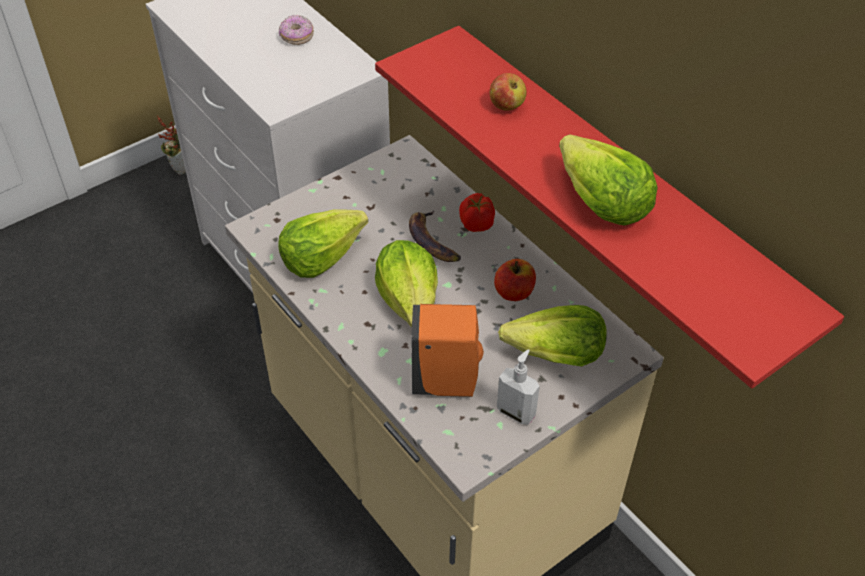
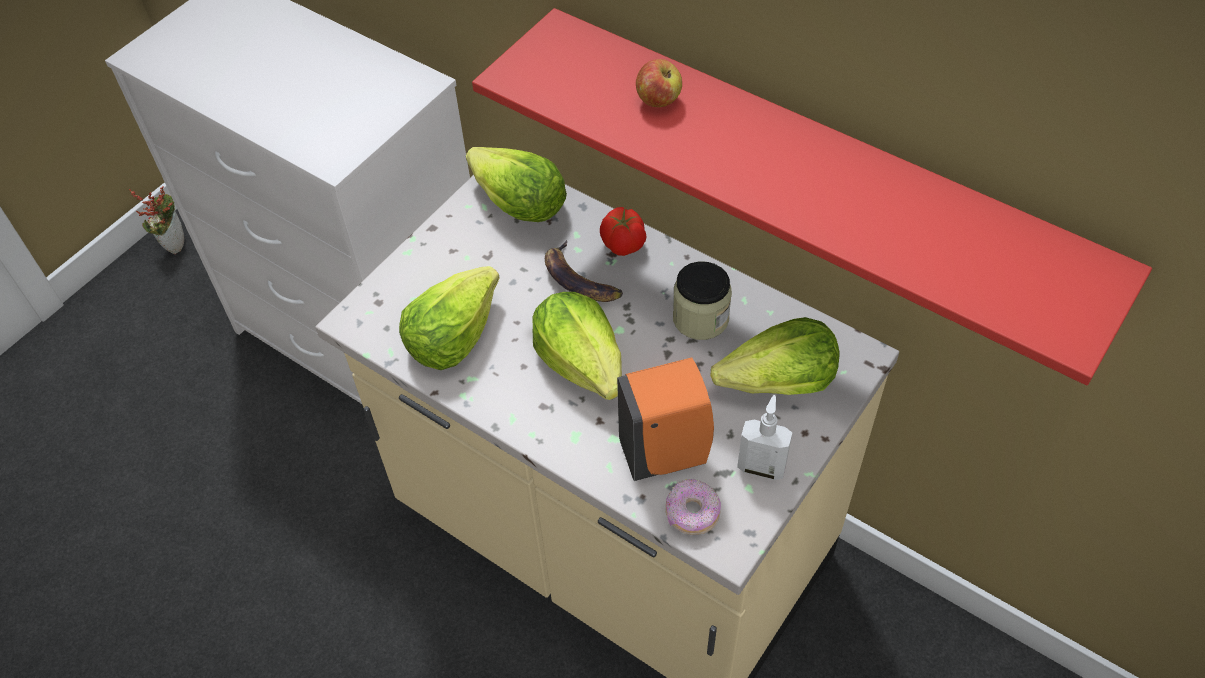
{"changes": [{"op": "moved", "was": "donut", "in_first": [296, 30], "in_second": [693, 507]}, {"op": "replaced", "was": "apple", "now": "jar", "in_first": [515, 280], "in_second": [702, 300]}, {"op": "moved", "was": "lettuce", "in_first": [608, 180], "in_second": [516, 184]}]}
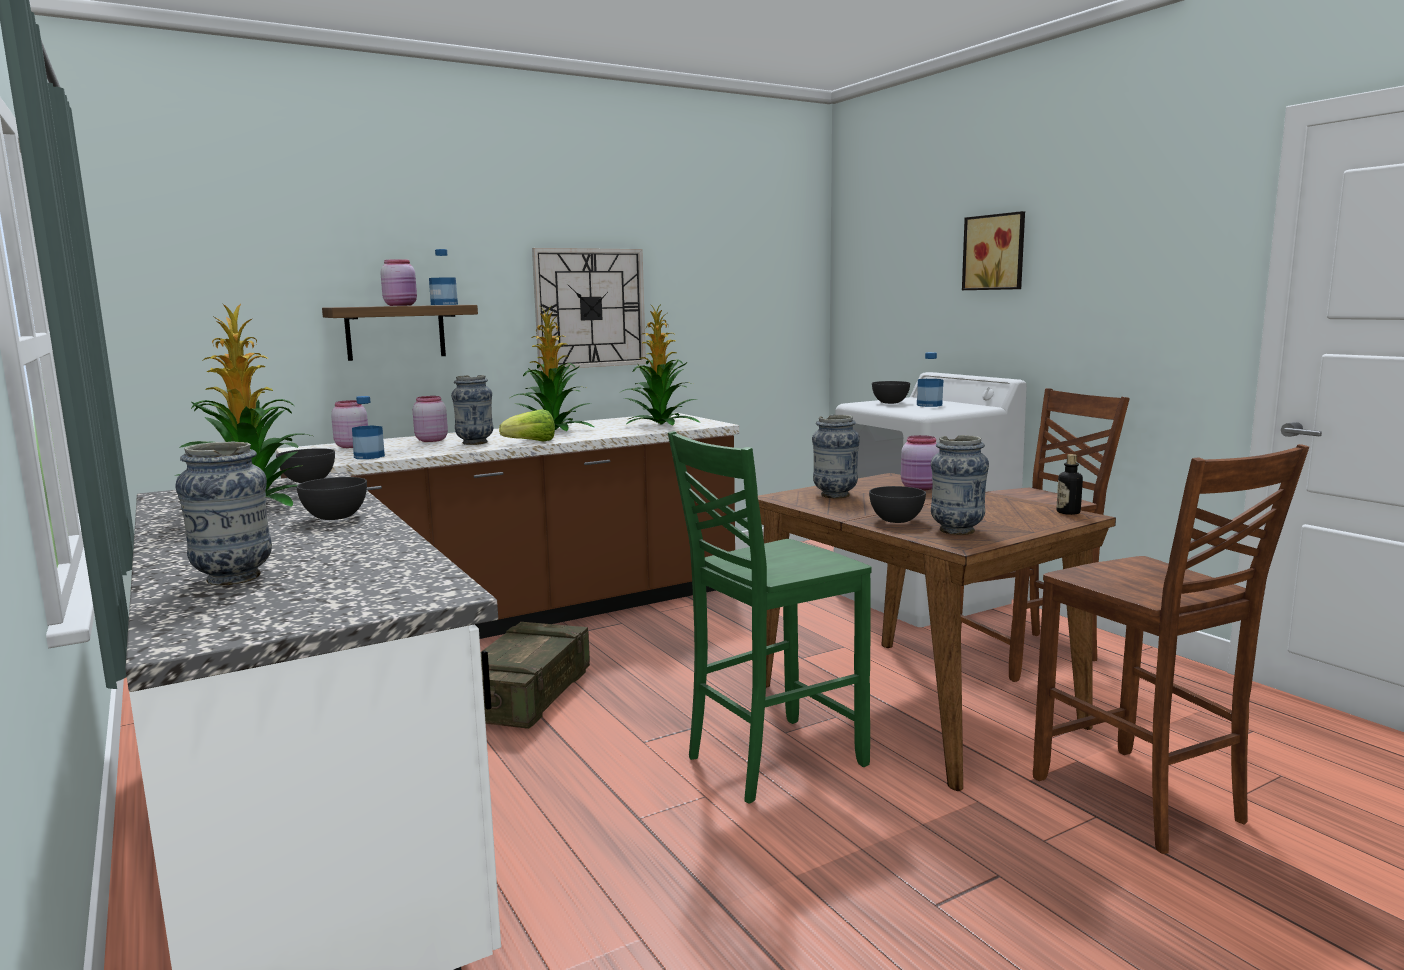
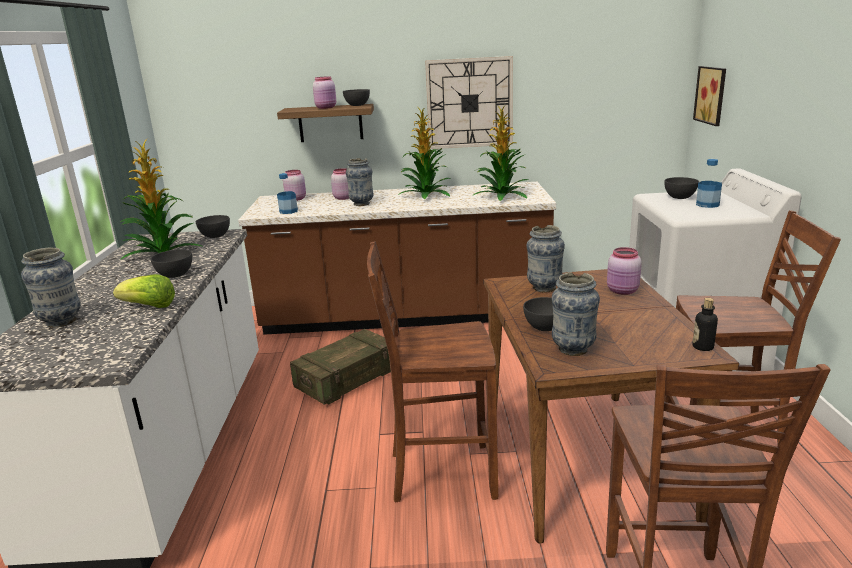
{"changes": [{"op": "replaced", "was": "bottle", "now": "grey bowl", "in_first": [443, 277], "in_second": [356, 97]}, {"op": "moved", "was": "lettuce", "in_first": [527, 425], "in_second": [144, 291]}, {"op": "recoloured", "was": "green chair", "now": "brown chair", "in_first": [770, 617], "in_second": [432, 372]}, {"op": "moved", "was": "picture", "in_first": [993, 250], "in_second": [709, 96]}]}
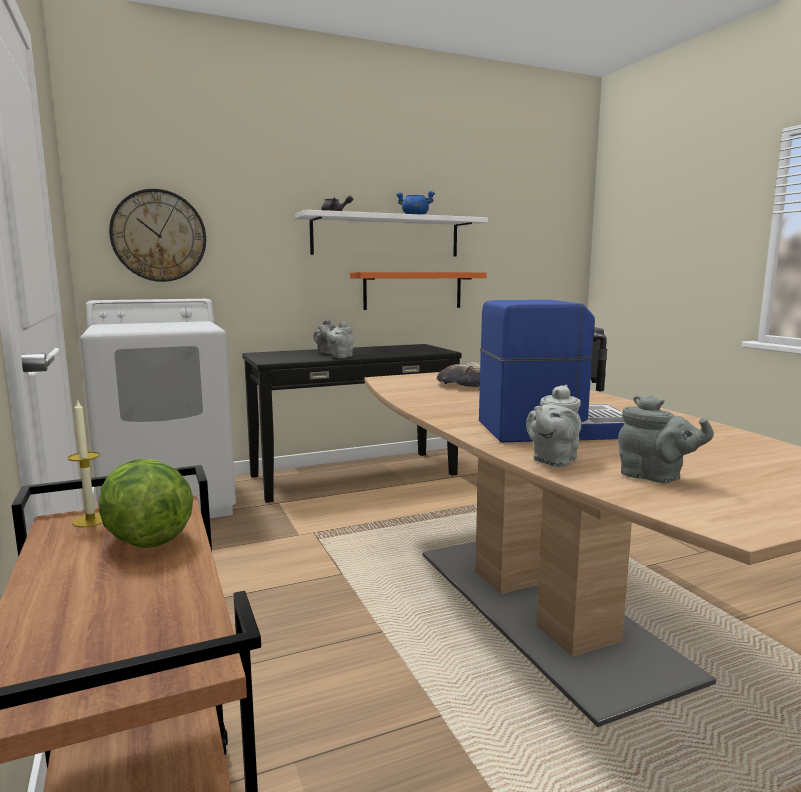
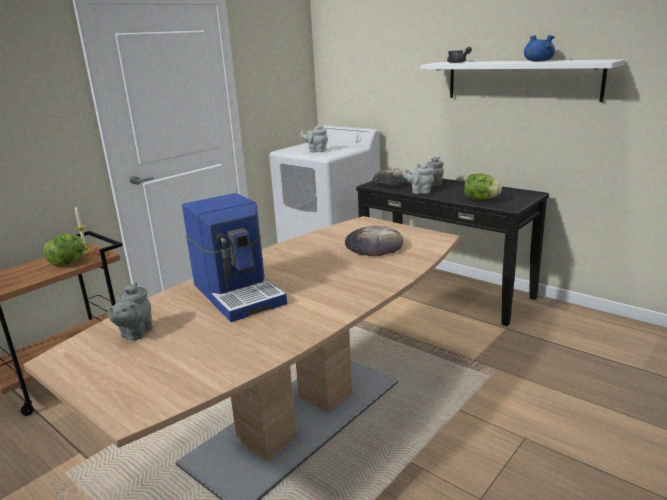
{"changes": [{"op": "removed", "was": "wall clock", "in_first": [157, 235]}, {"op": "removed", "was": "orange shelf", "in_first": [418, 291]}, {"op": "moved", "was": "grey teapot", "in_first": [553, 426], "in_second": [314, 138]}, {"op": "added", "now": "bread", "in_second": [392, 177]}, {"op": "added", "now": "lettuce", "in_second": [483, 187]}]}
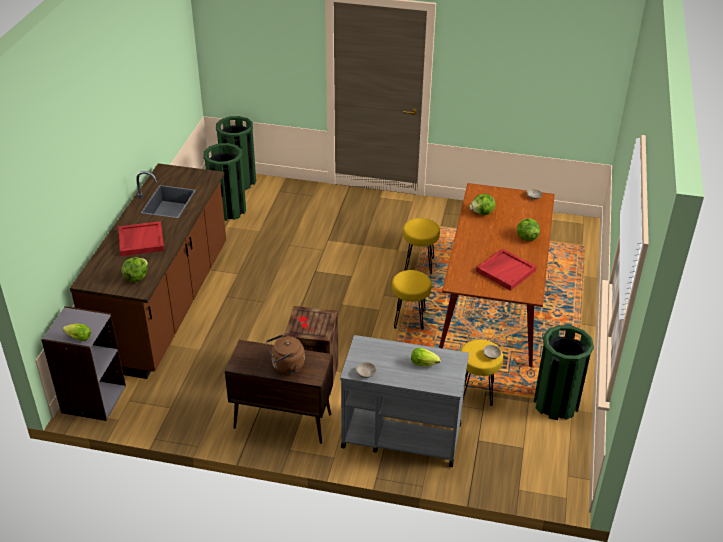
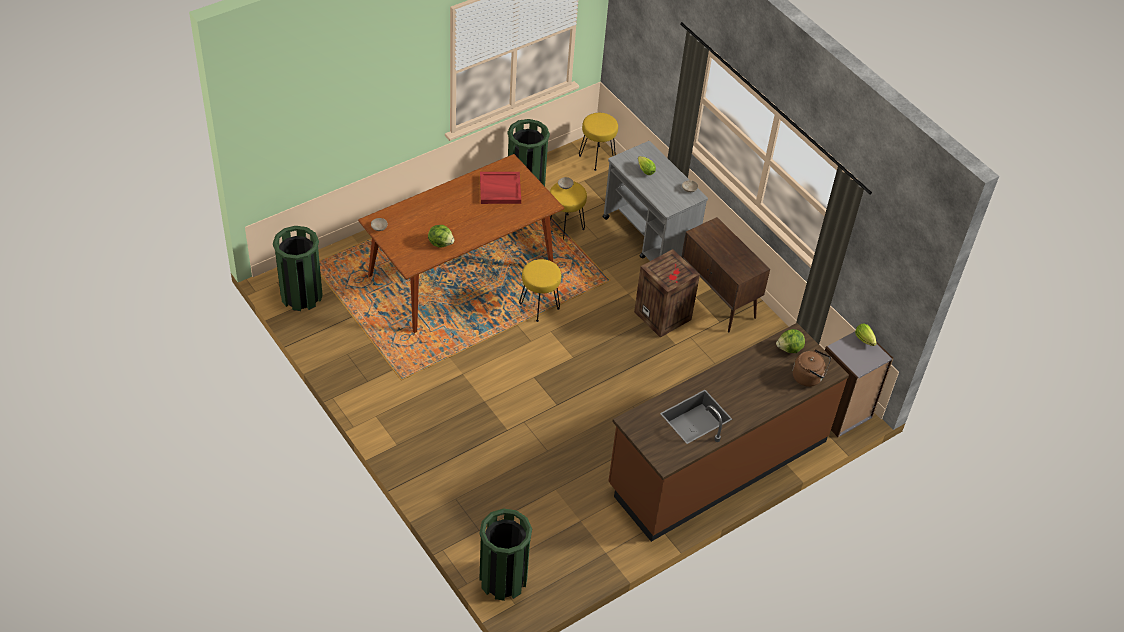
{"changes": [{"op": "removed", "was": "red tray", "in_first": [141, 238]}, {"op": "moved", "was": "green trash can", "in_first": [225, 182], "in_second": [298, 268]}, {"op": "moved", "was": "brown kettle", "in_first": [285, 354], "in_second": [812, 368]}, {"op": "moved", "was": "yellow stool", "in_first": [421, 246], "in_second": [598, 142]}, {"op": "removed", "was": "lettuce", "in_first": [528, 230]}]}
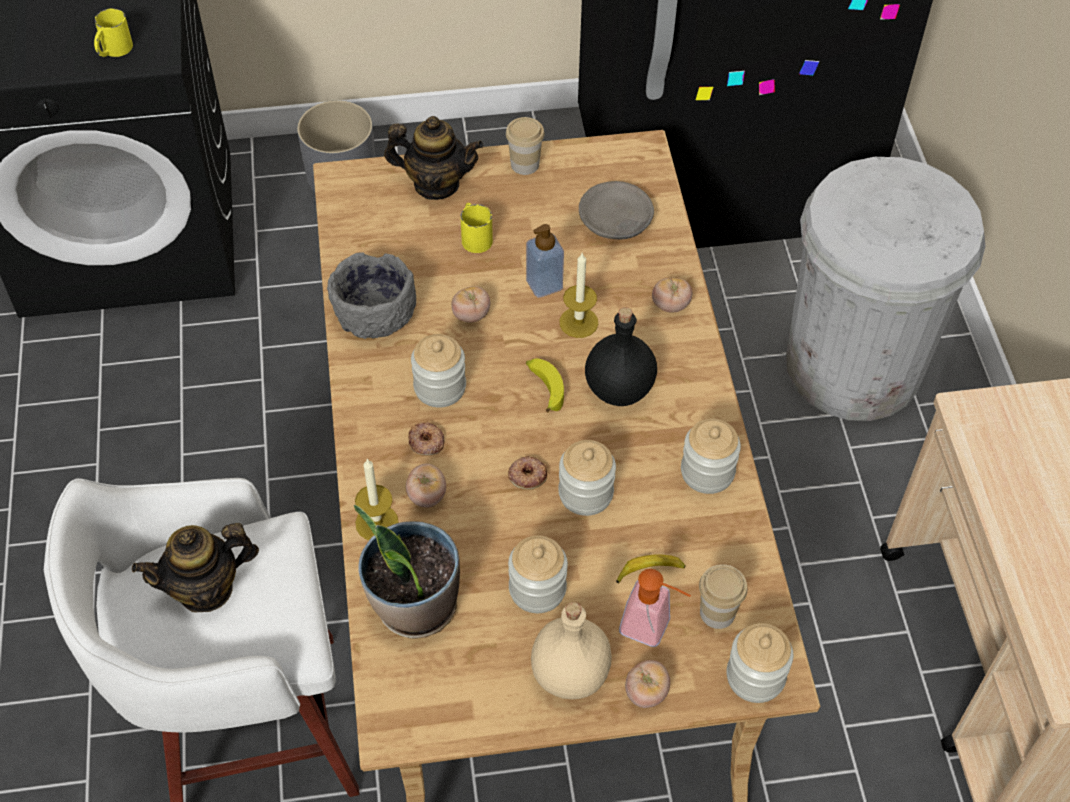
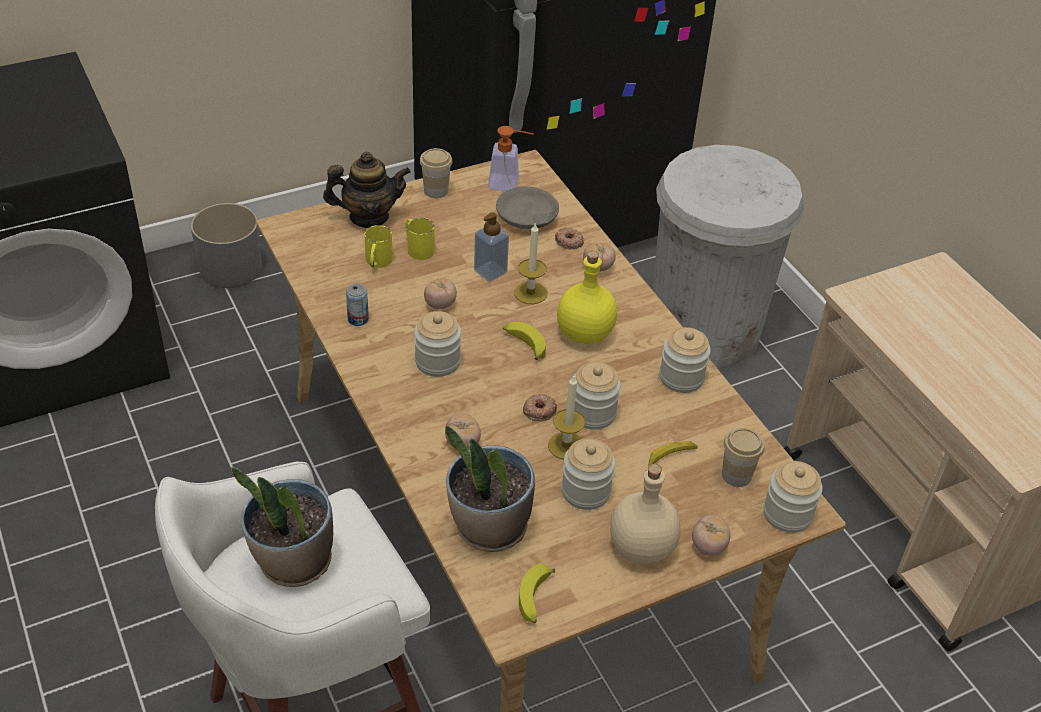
{"changes": [{"op": "moved", "was": "yellow mug", "in_first": [113, 32], "in_second": [378, 247]}, {"op": "replaced", "was": "teapot", "now": "potted plant", "in_first": [195, 567], "in_second": [282, 527]}, {"op": "replaced", "was": "grey bowl", "now": "can", "in_first": [371, 295], "in_second": [357, 304]}, {"op": "moved", "was": "candle", "in_first": [377, 499], "in_second": [566, 418]}, {"op": "moved", "was": "donut", "in_first": [426, 439], "in_second": [569, 238]}, {"op": "recoloured", "was": "black bottle", "now": "yellow bottle", "in_first": [621, 356], "in_second": [587, 297]}, {"op": "moved", "was": "soap dispenser", "in_first": [655, 608], "in_second": [510, 158]}, {"op": "added", "now": "banana", "in_second": [537, 593]}]}
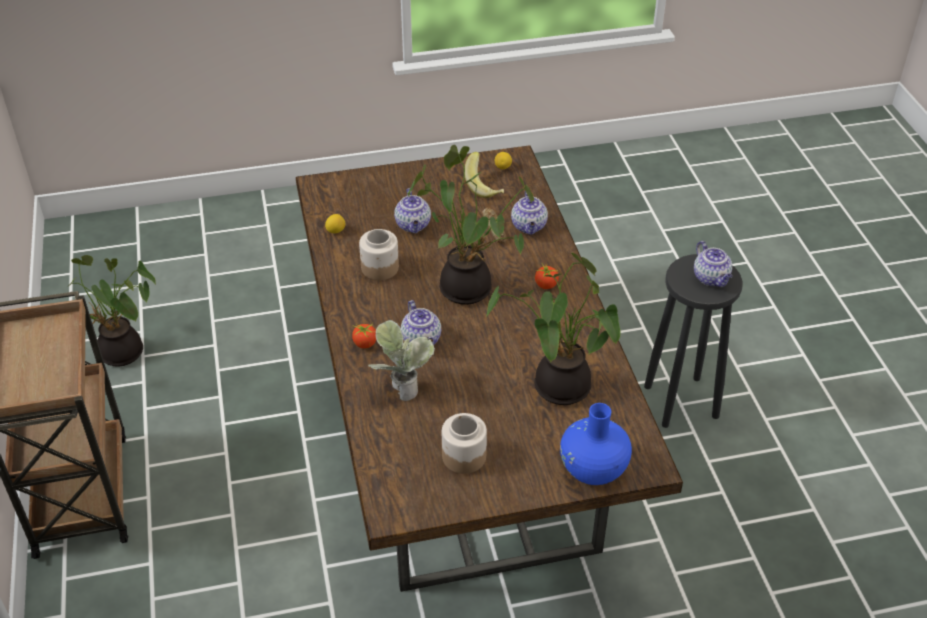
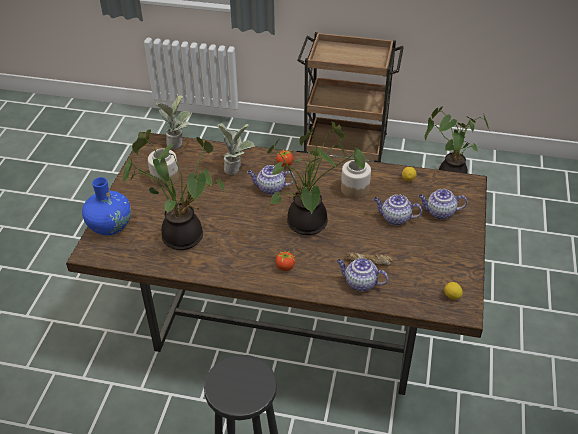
{"changes": [{"op": "removed", "was": "banana", "in_first": [484, 175]}, {"op": "moved", "was": "teapot", "in_first": [713, 264], "in_second": [443, 204]}, {"op": "added", "now": "potted plant", "in_second": [174, 122]}]}
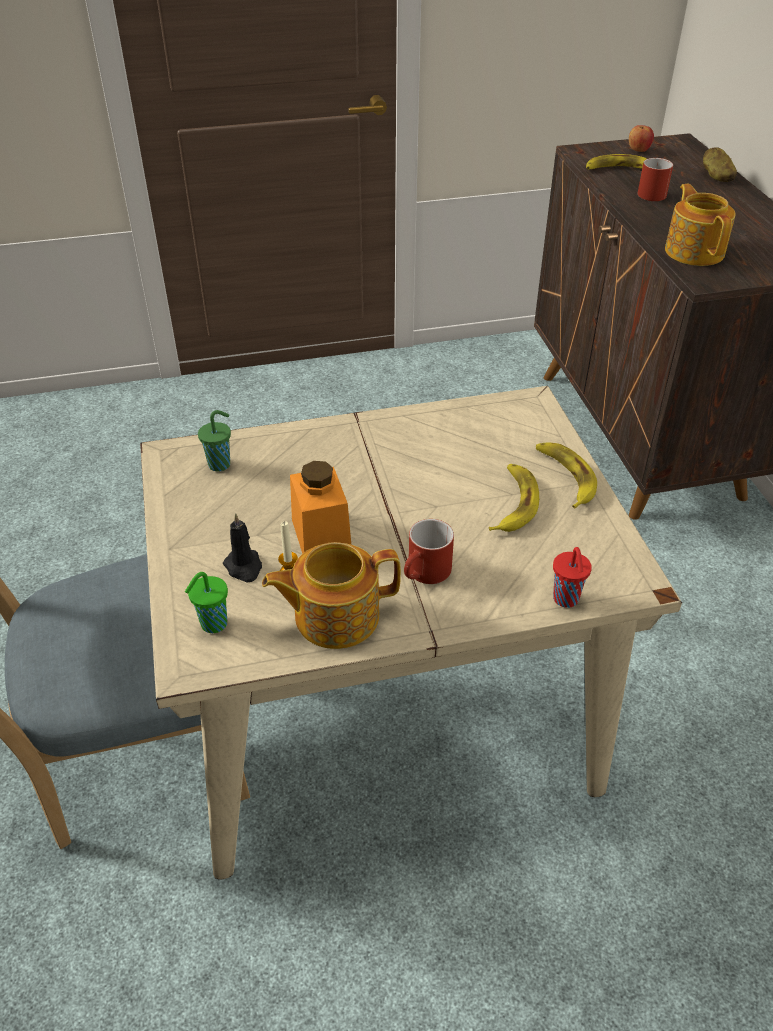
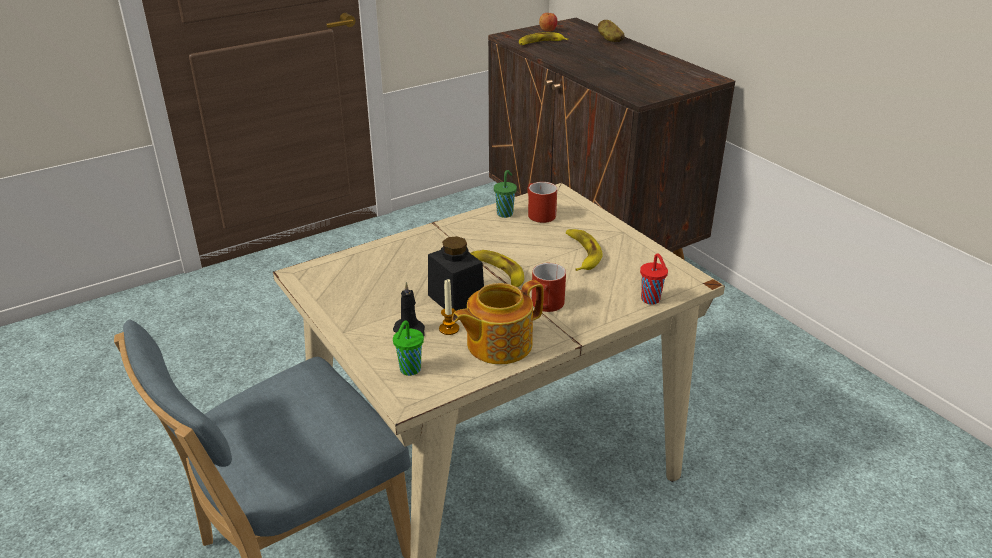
{"changes": [{"op": "moved", "was": "green cup", "in_first": [214, 441], "in_second": [505, 194]}, {"op": "recoloured", "was": "orange jar", "now": "black jar", "in_first": [320, 507], "in_second": [456, 273]}, {"op": "moved", "was": "banana", "in_first": [566, 475], "in_second": [497, 268]}, {"op": "moved", "was": "red mug", "in_first": [655, 179], "in_second": [542, 202]}, {"op": "removed", "was": "teapot", "in_first": [700, 225]}]}
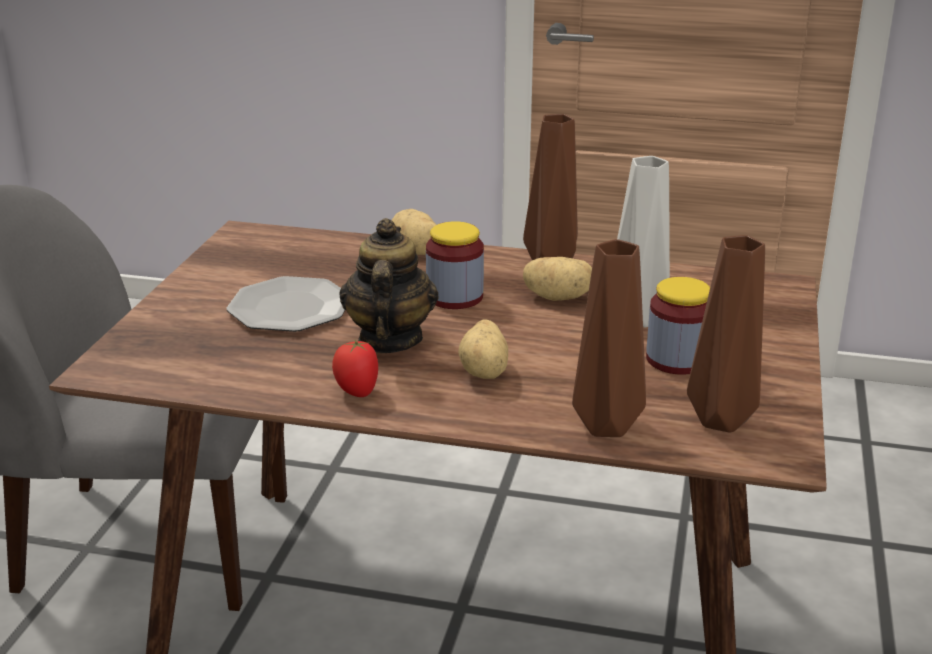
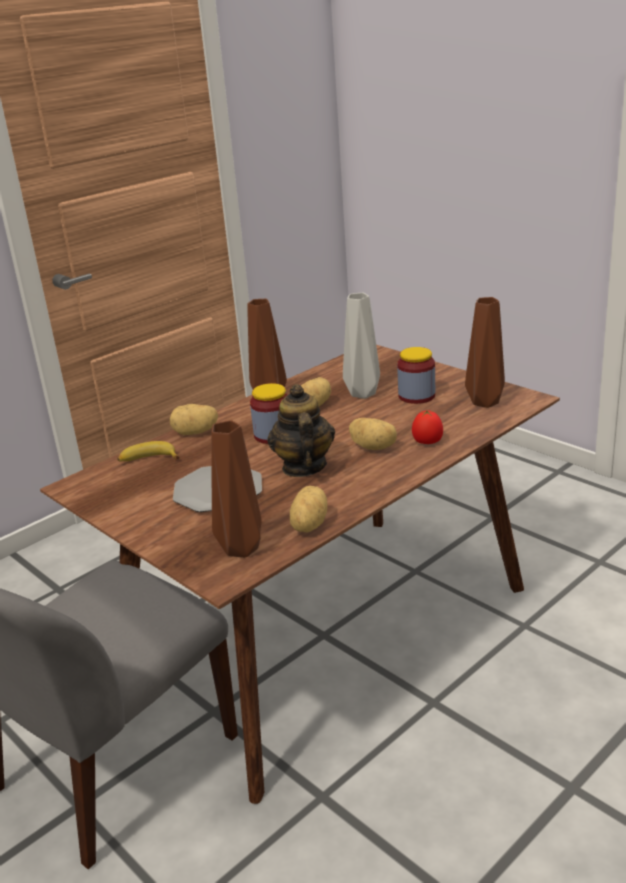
{"changes": [{"op": "moved", "was": "tomato", "in_first": [355, 368], "in_second": [427, 427]}, {"op": "turned", "was": "teapot", "in_first": [389, 285], "in_second": [301, 430], "clockwise": 45}, {"op": "moved", "was": "brown vase", "in_first": [609, 338], "in_second": [236, 489]}, {"op": "added", "now": "banana", "in_second": [148, 451]}, {"op": "added", "now": "potato", "in_second": [309, 509]}]}
